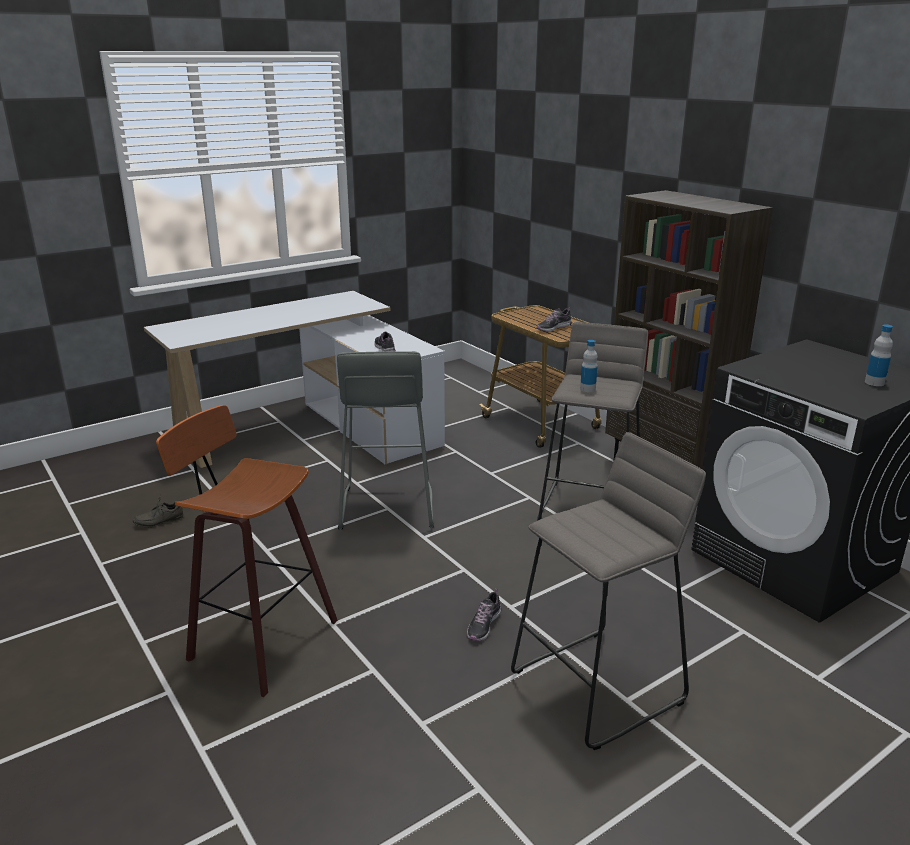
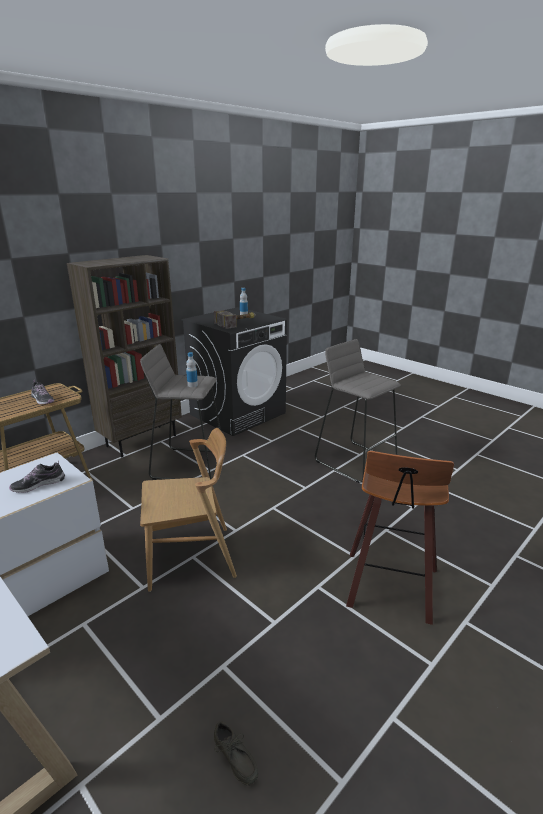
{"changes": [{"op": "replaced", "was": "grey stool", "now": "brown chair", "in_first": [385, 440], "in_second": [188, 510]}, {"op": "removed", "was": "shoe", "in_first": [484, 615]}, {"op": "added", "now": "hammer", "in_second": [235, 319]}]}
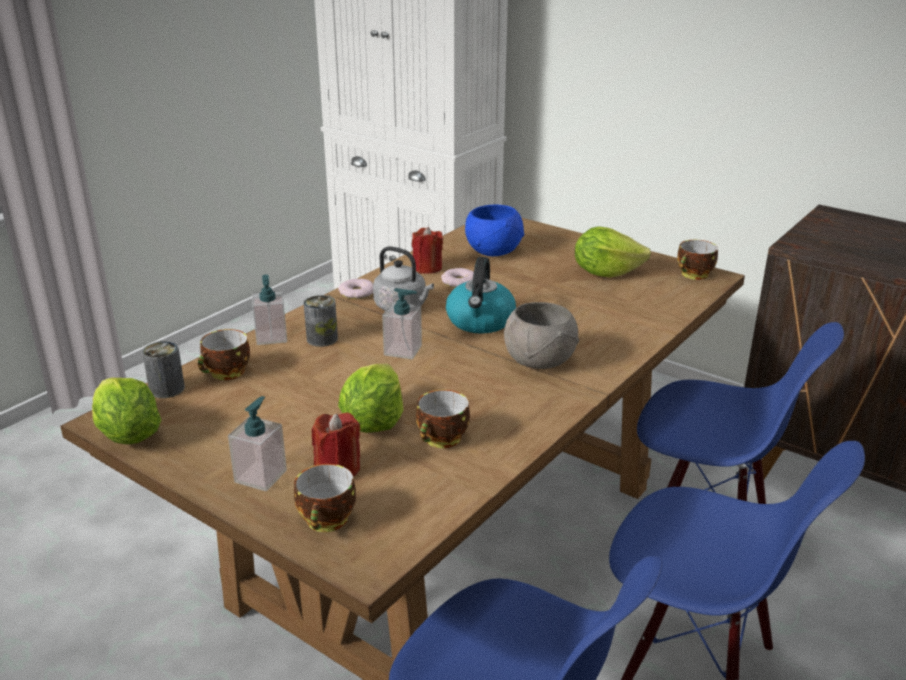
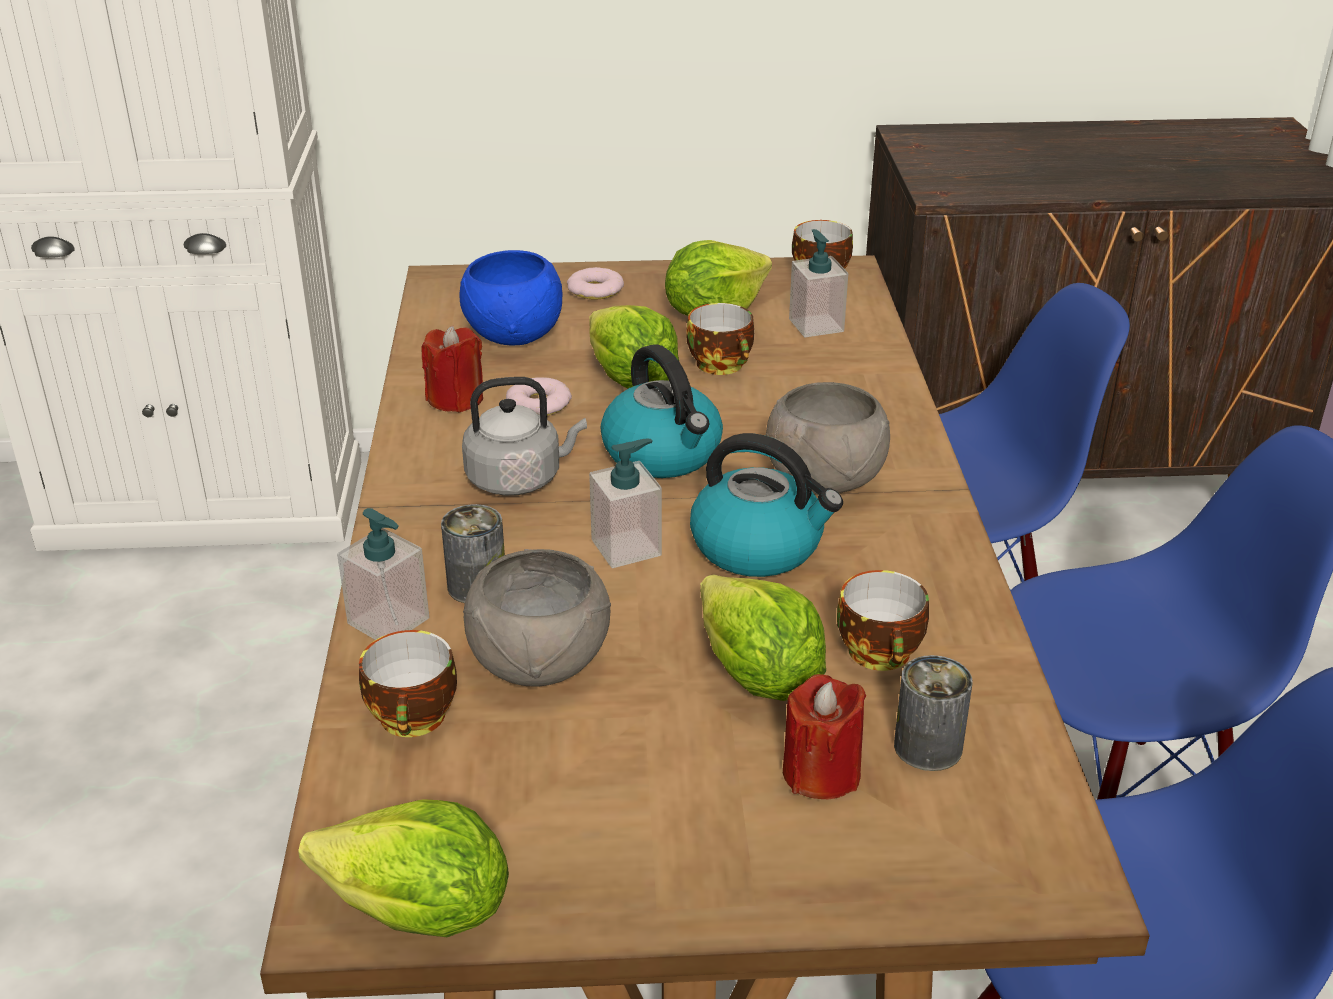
{"changes": [{"op": "moved", "was": "can", "in_first": [163, 369], "in_second": [933, 713]}, {"op": "moved", "was": "soap dispenser", "in_first": [257, 443], "in_second": [818, 283]}, {"op": "moved", "was": "cup", "in_first": [325, 498], "in_second": [720, 339]}, {"op": "moved", "was": "donut", "in_first": [356, 289], "in_second": [595, 283]}, {"op": "added", "now": "grey bowl", "in_second": [537, 618]}, {"op": "added", "now": "lettuce", "in_second": [634, 347]}, {"op": "added", "now": "kettle", "in_second": [766, 505]}]}
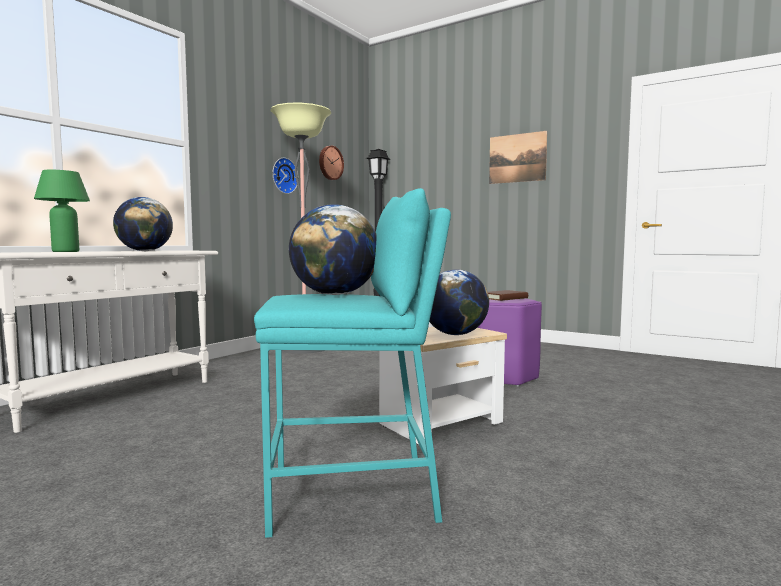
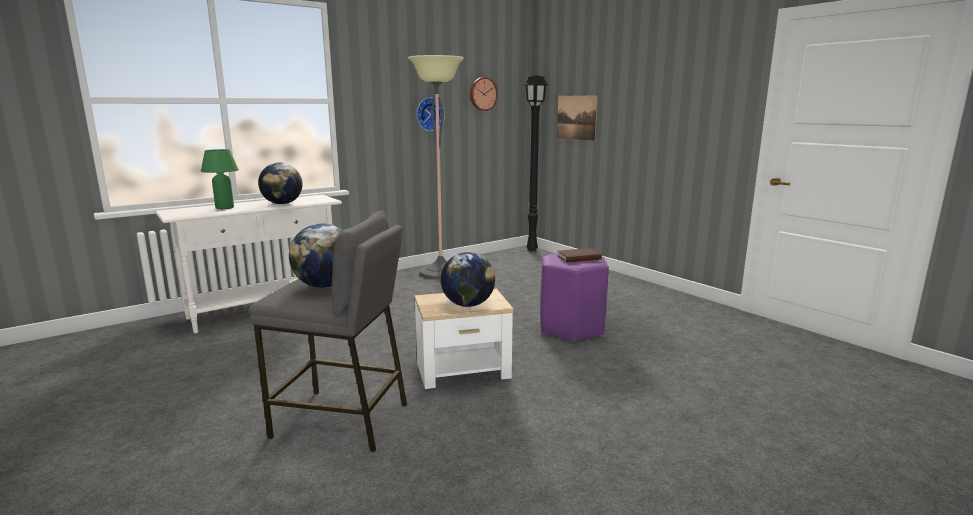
{"changes": [{"op": "recoloured", "was": "turquoise stool", "now": "grey stool", "in_first": [352, 363], "in_second": [328, 331]}, {"op": "moved", "was": "picture", "in_first": [518, 157], "in_second": [577, 118]}]}
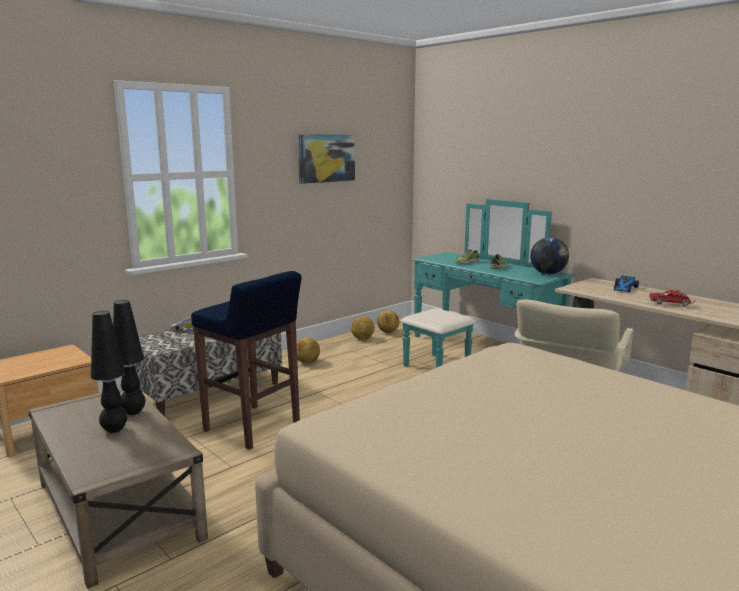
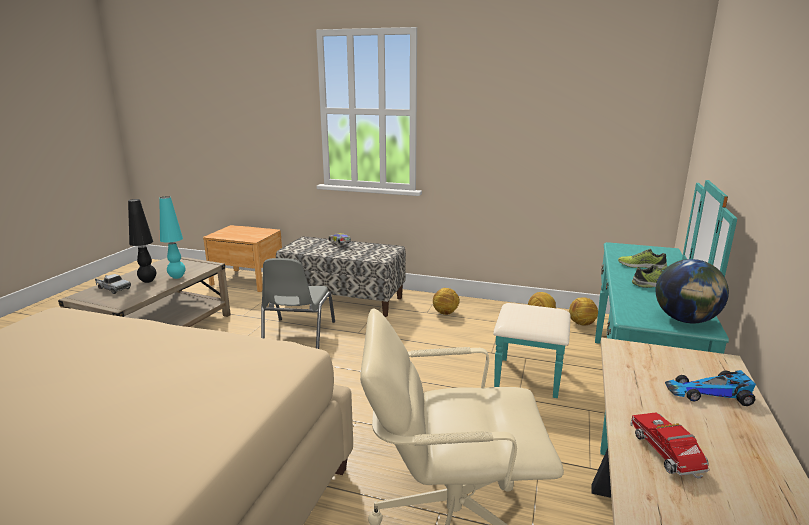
{"changes": [{"op": "recoloured", "was": "black table lamp", "now": "turquoise table lamp", "in_first": [129, 357], "in_second": [172, 237]}, {"op": "replaced", "was": "blue stool", "now": "grey chair", "in_first": [246, 360], "in_second": [298, 303]}, {"op": "removed", "was": "picture", "in_first": [326, 159]}, {"op": "added", "now": "toy truck", "in_second": [113, 284]}]}
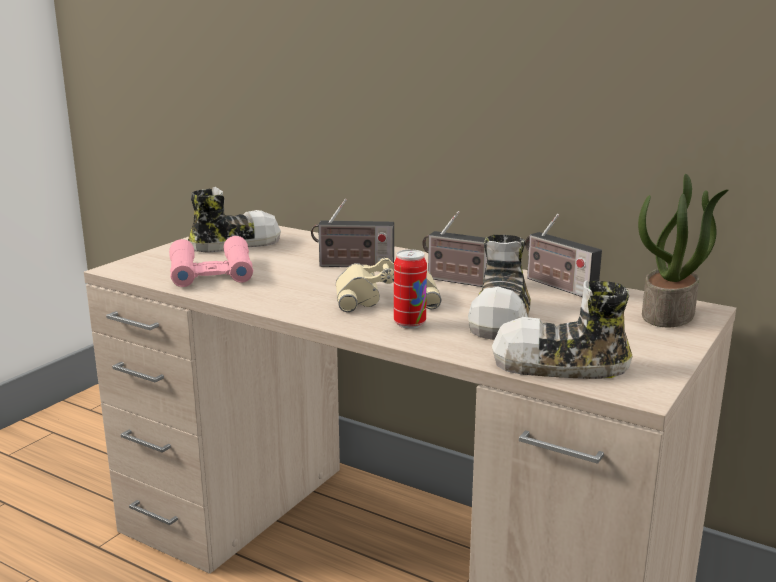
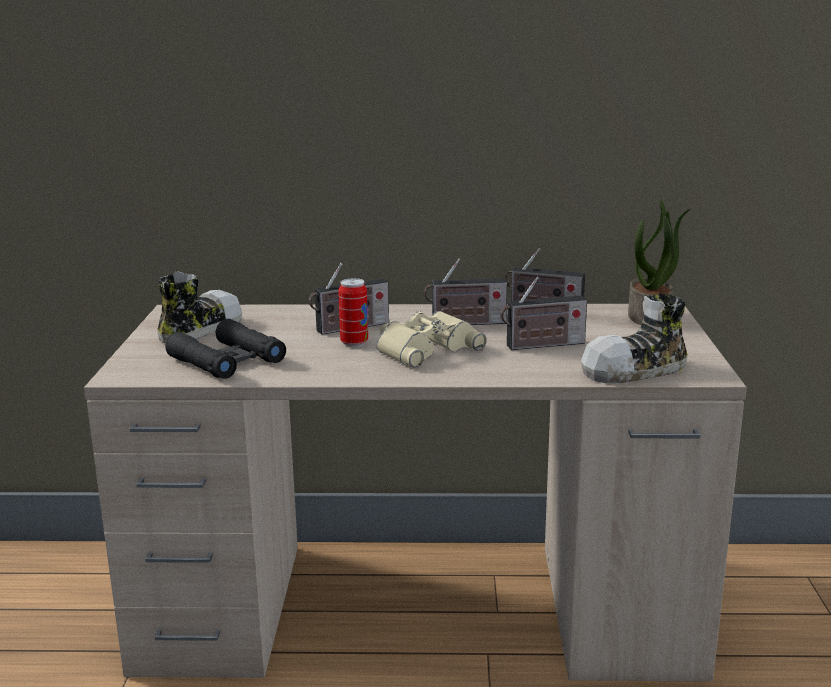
{"changes": [{"op": "recoloured", "was": "pink binoculars", "now": "black binoculars", "in_first": [211, 261], "in_second": [225, 349]}, {"op": "moved", "was": "can", "in_first": [410, 289], "in_second": [353, 312]}, {"op": "replaced", "was": "shoe", "now": "radio", "in_first": [499, 287], "in_second": [543, 313]}]}
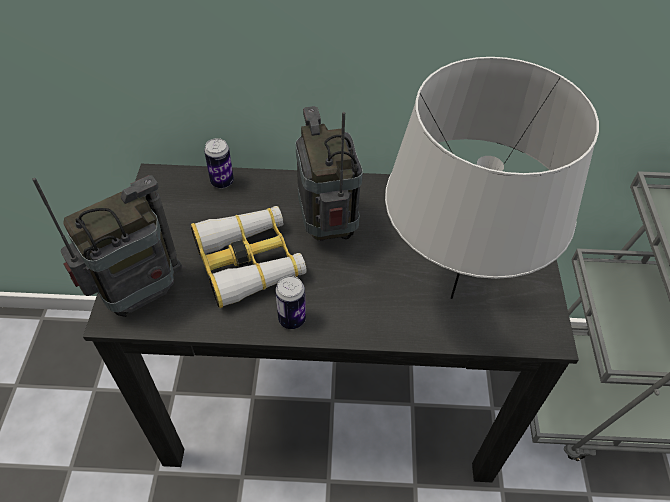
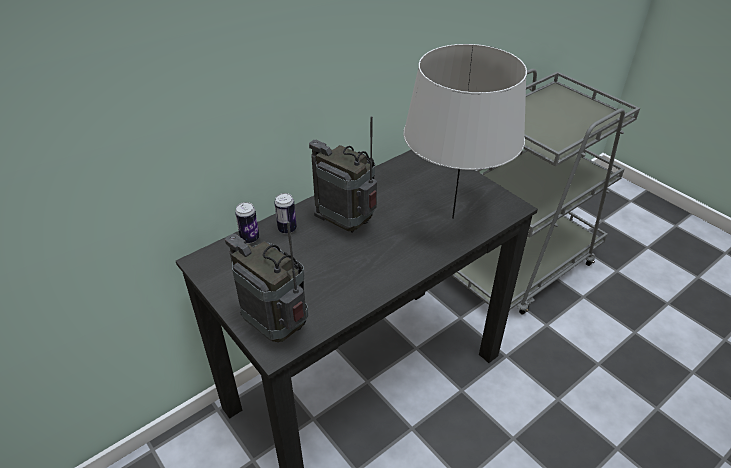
{"changes": [{"op": "turned", "was": "radio", "in_first": [107, 246], "in_second": [266, 281], "clockwise": -60}, {"op": "removed", "was": "binoculars", "in_first": [248, 257]}, {"op": "moved", "was": "can", "in_first": [290, 302], "in_second": [285, 213]}]}
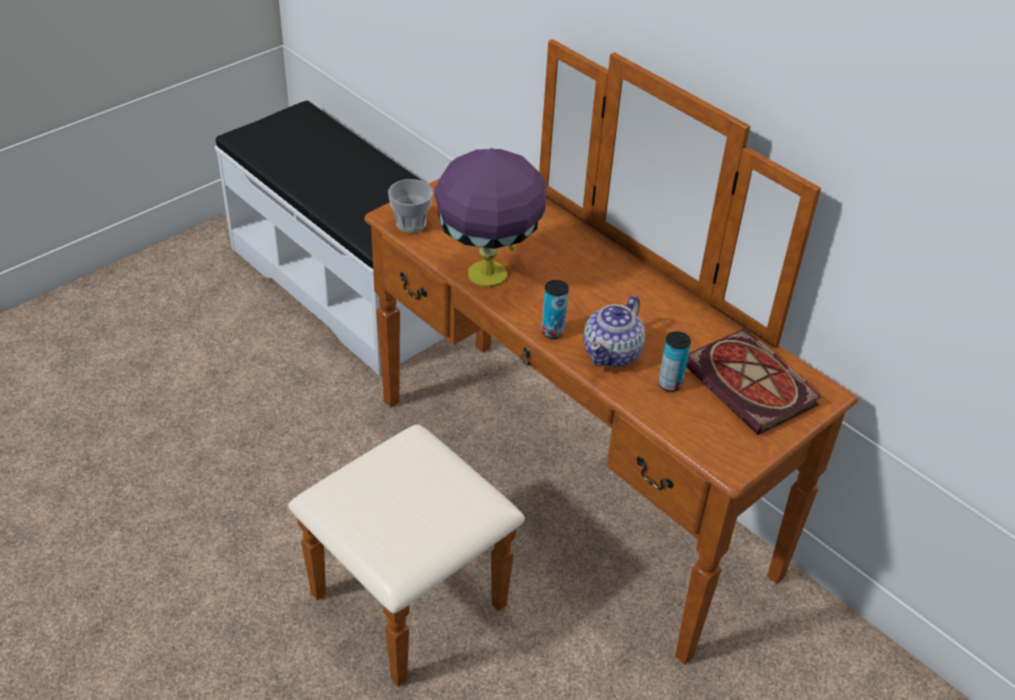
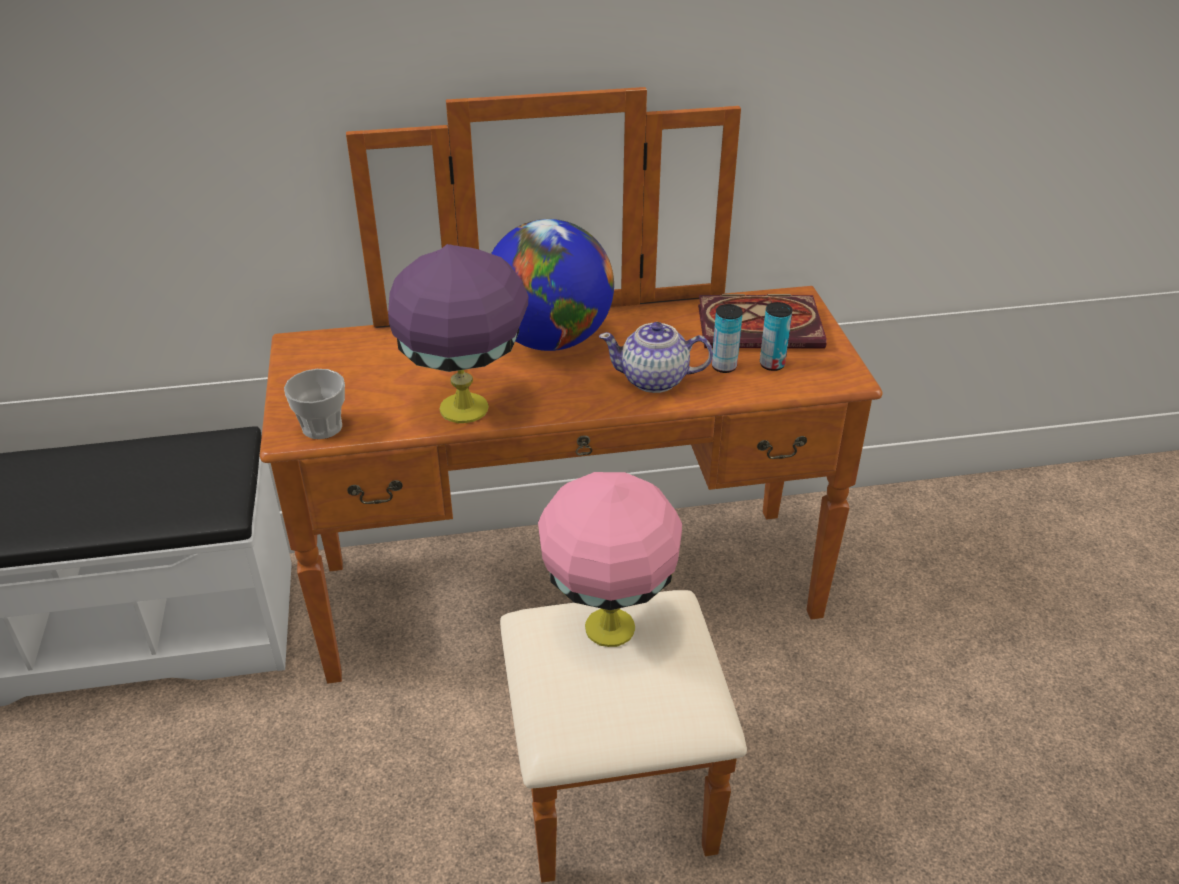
{"changes": [{"op": "moved", "was": "can", "in_first": [555, 309], "in_second": [776, 336]}, {"op": "turned", "was": "teapot", "in_first": [614, 331], "in_second": [656, 357], "clockwise": 120}, {"op": "added", "now": "globe", "in_second": [552, 285]}, {"op": "added", "now": "pink table lamp", "in_second": [610, 559]}]}
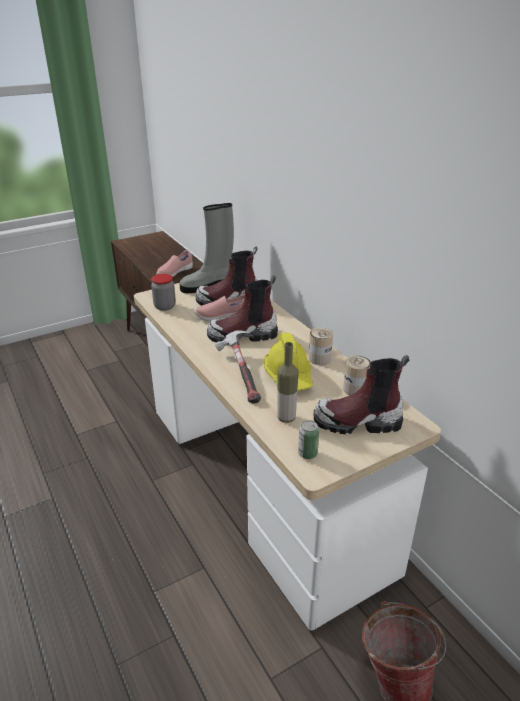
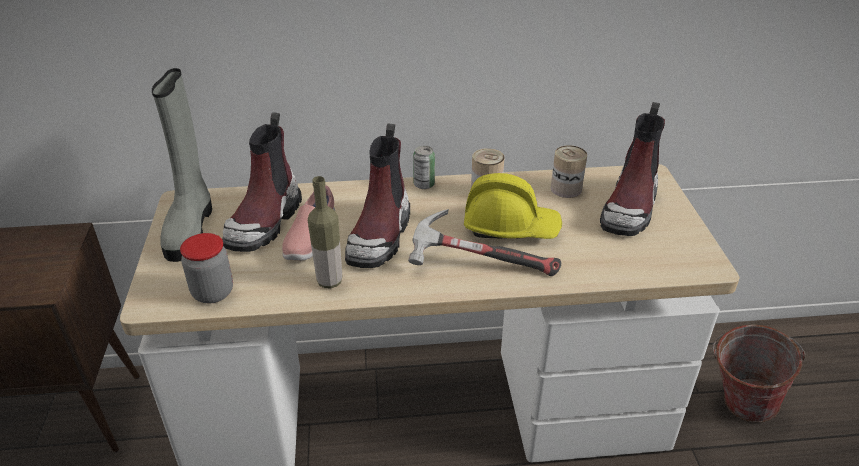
{"changes": [{"op": "removed", "was": "pink shoe", "in_first": [174, 263]}, {"op": "moved", "was": "bottle", "in_first": [288, 382], "in_second": [325, 232]}, {"op": "moved", "was": "can", "in_first": [308, 439], "in_second": [424, 167]}]}
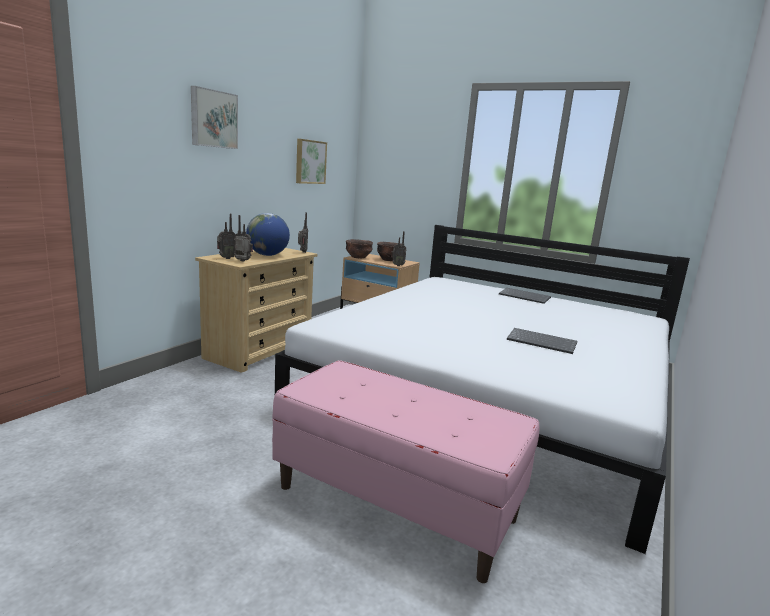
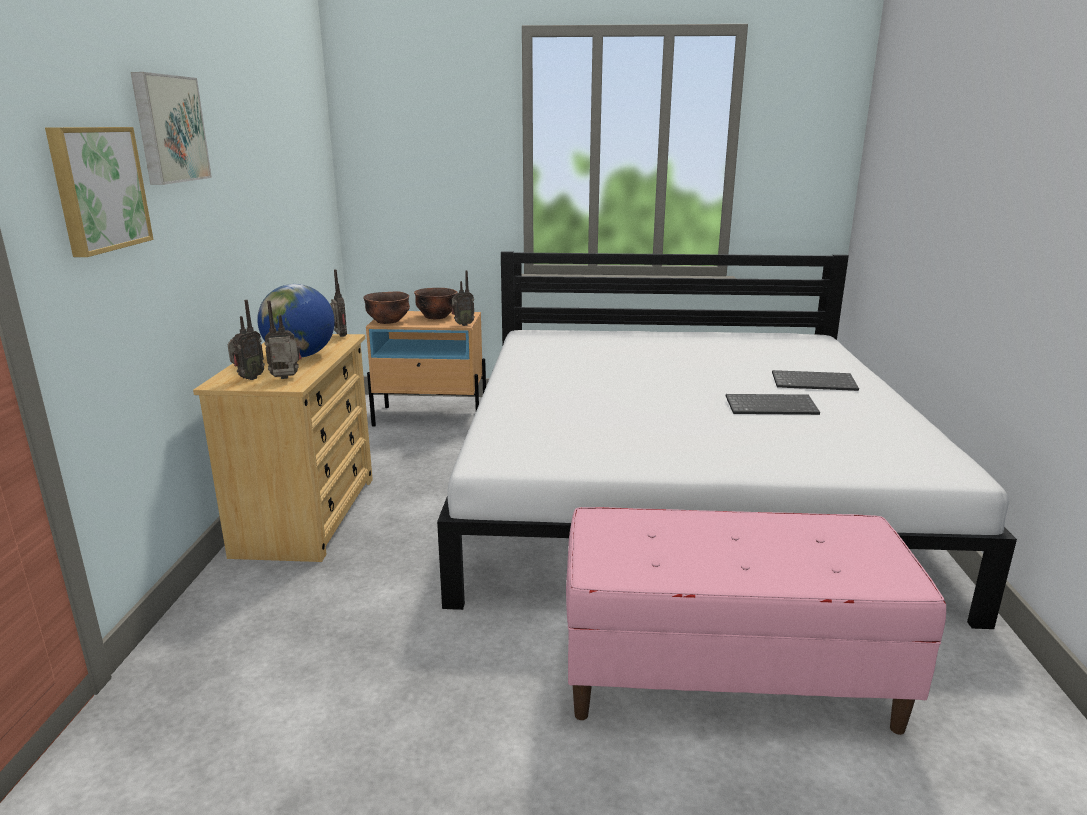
{"changes": [{"op": "moved", "was": "picture", "in_first": [311, 161], "in_second": [99, 192]}, {"op": "moved", "was": "keyboard", "in_first": [525, 296], "in_second": [815, 380]}]}
